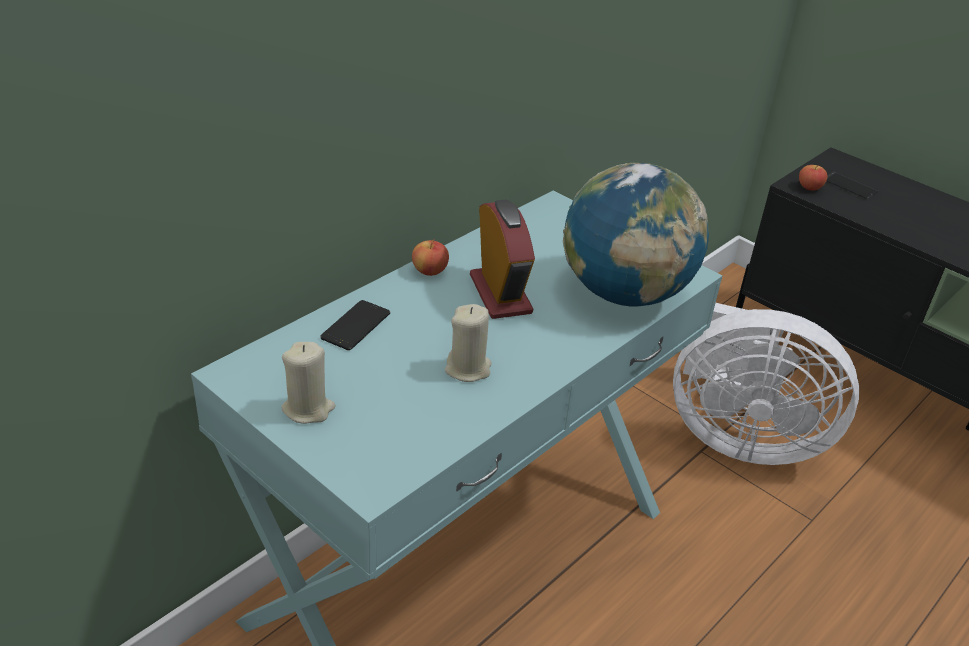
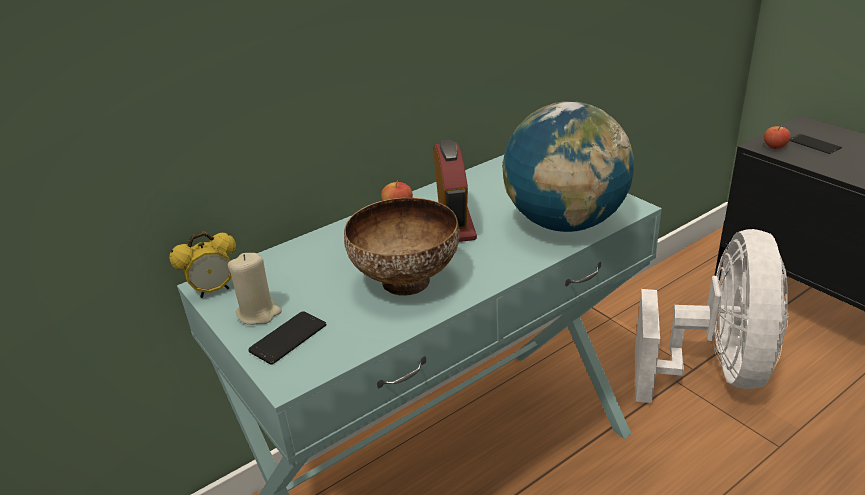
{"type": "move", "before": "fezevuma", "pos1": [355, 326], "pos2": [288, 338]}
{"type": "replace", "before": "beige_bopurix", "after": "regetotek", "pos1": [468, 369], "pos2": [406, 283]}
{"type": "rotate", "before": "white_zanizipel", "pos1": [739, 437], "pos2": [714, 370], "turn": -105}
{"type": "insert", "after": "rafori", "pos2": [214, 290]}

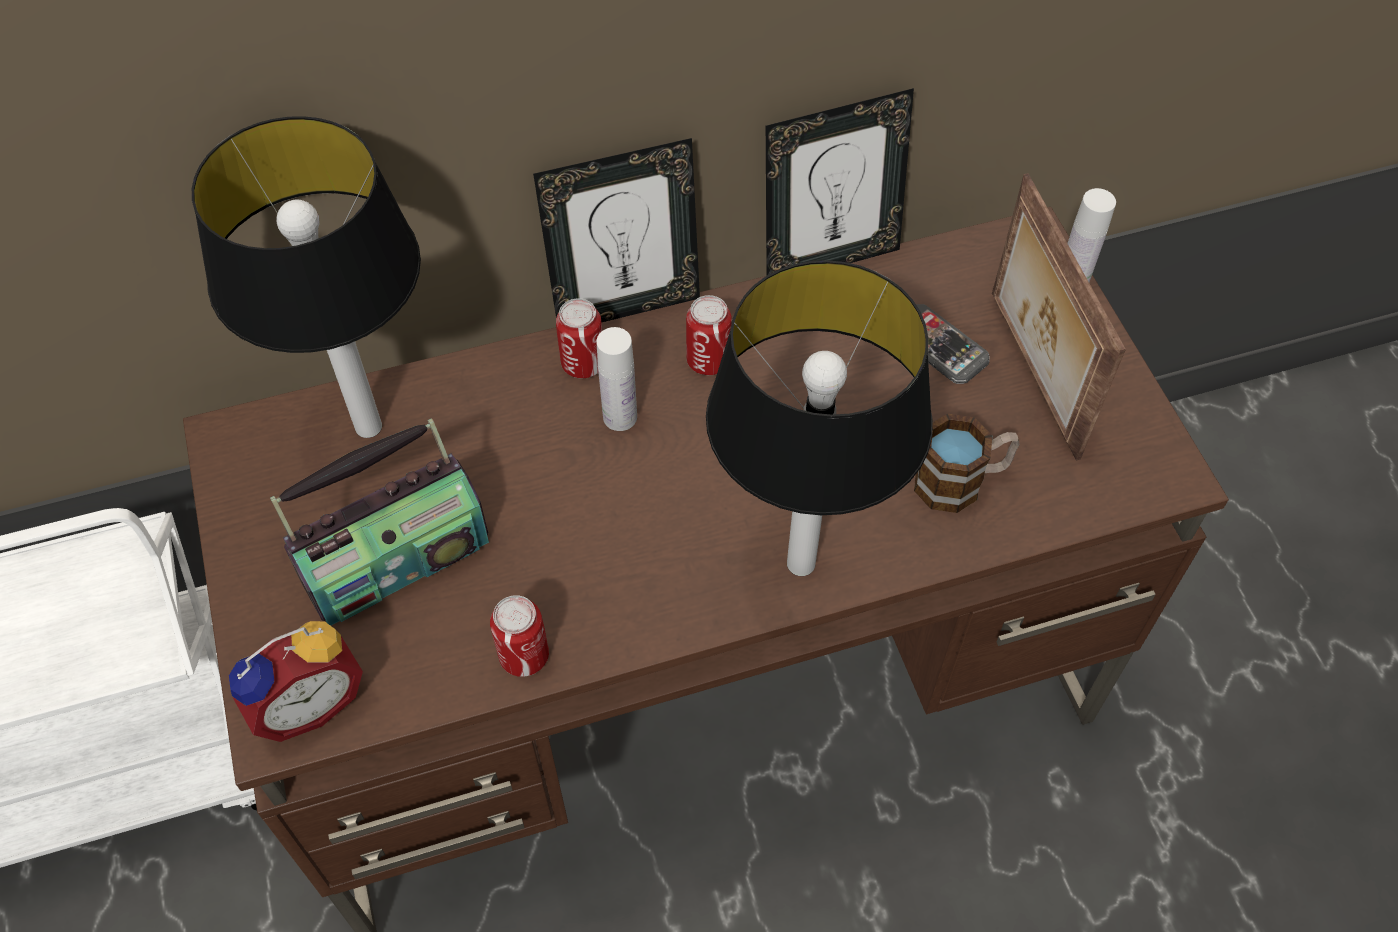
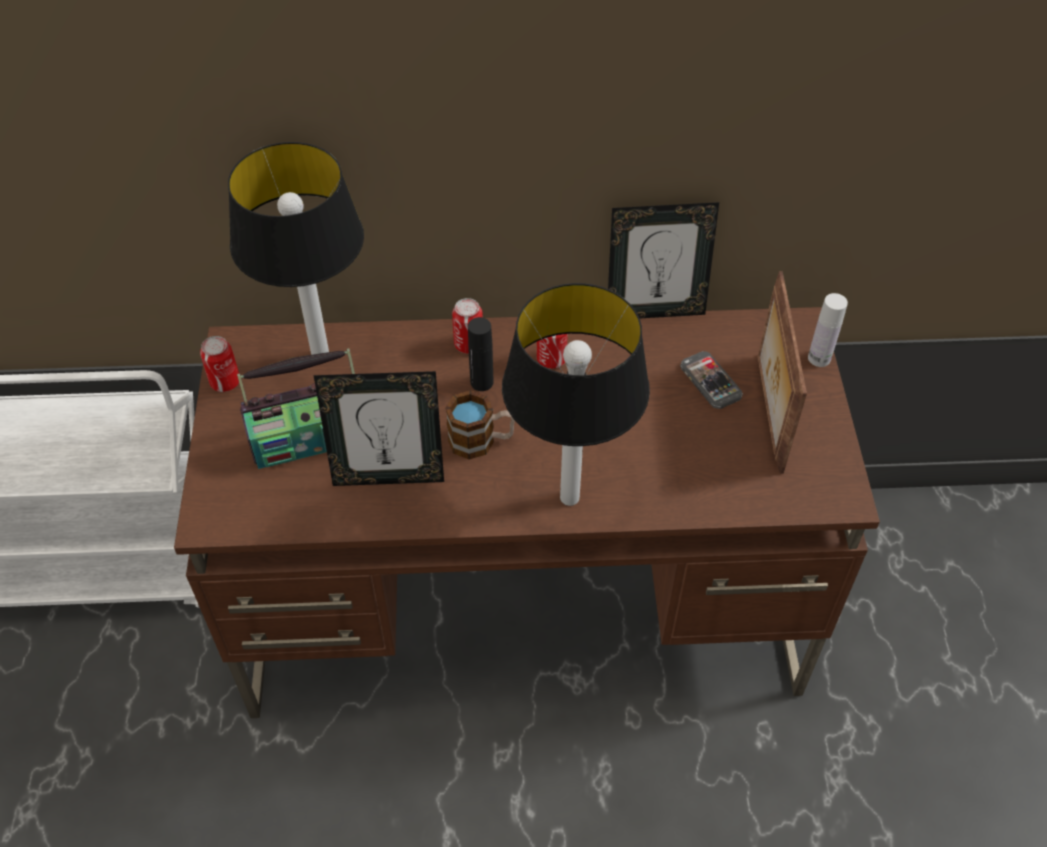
{"type": "delete", "before": "rafori", "pos1": [307, 701]}
{"type": "move", "before": "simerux", "pos1": [524, 656], "pos2": [225, 382]}
{"type": "move", "before": "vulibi", "pos1": [626, 306], "pos2": [388, 476]}
{"type": "recolor", "before": "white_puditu", "after": "black_puditu", "pos1": [620, 417], "pos2": [481, 382]}
{"type": "move", "before": "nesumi", "pos1": [961, 481], "pos2": [481, 441]}

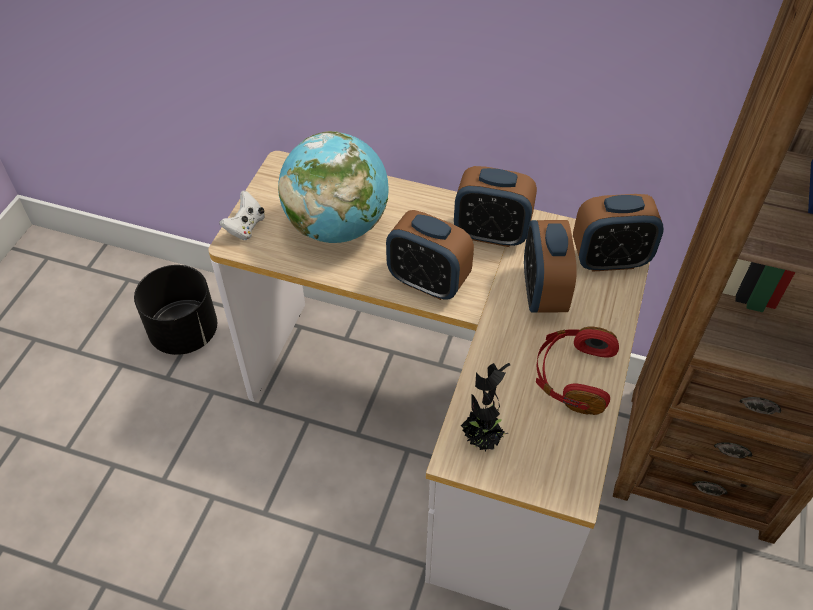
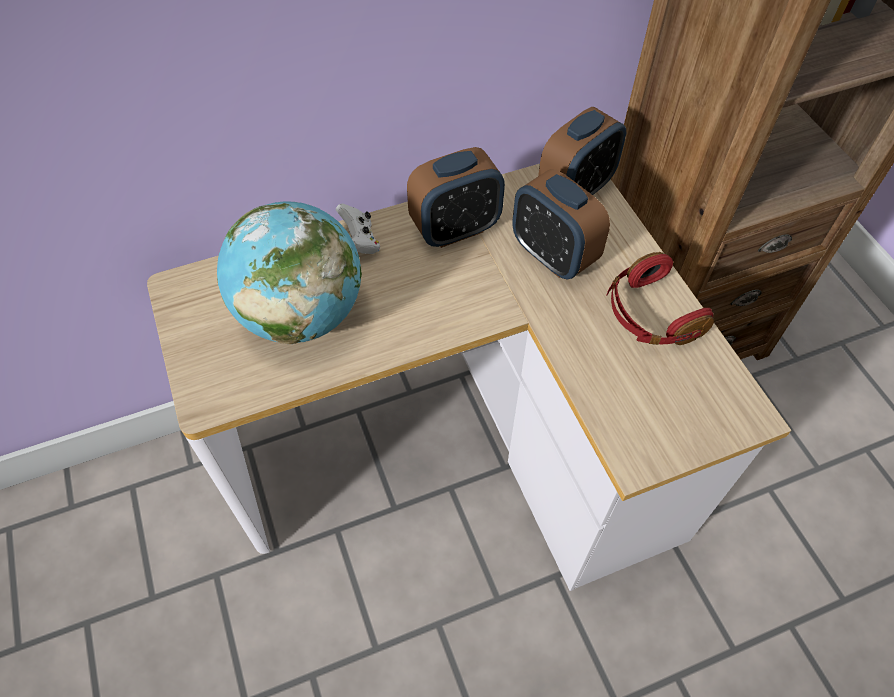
{"type": "delete", "before": "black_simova", "pos1": [185, 332]}
{"type": "move", "before": "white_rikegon", "pos1": [246, 227], "pos2": [360, 241]}
{"type": "delete", "before": "rafori", "pos1": [428, 282]}
{"type": "delete", "before": "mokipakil", "pos1": [483, 439]}

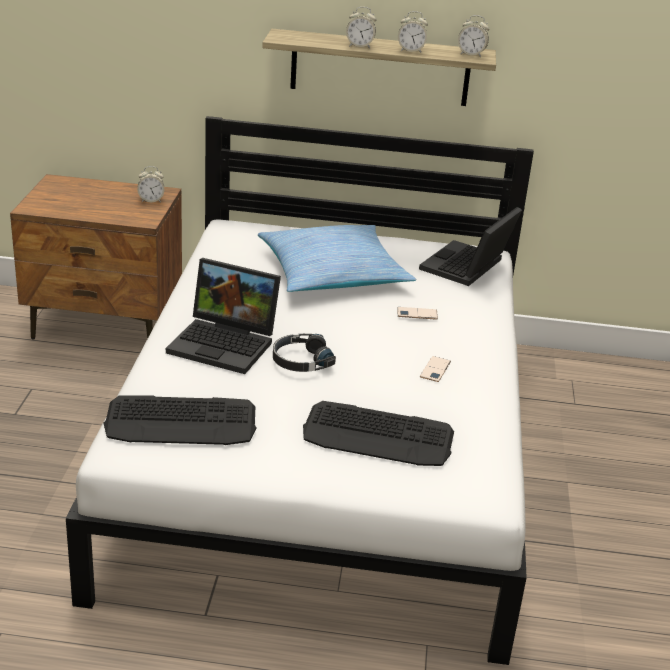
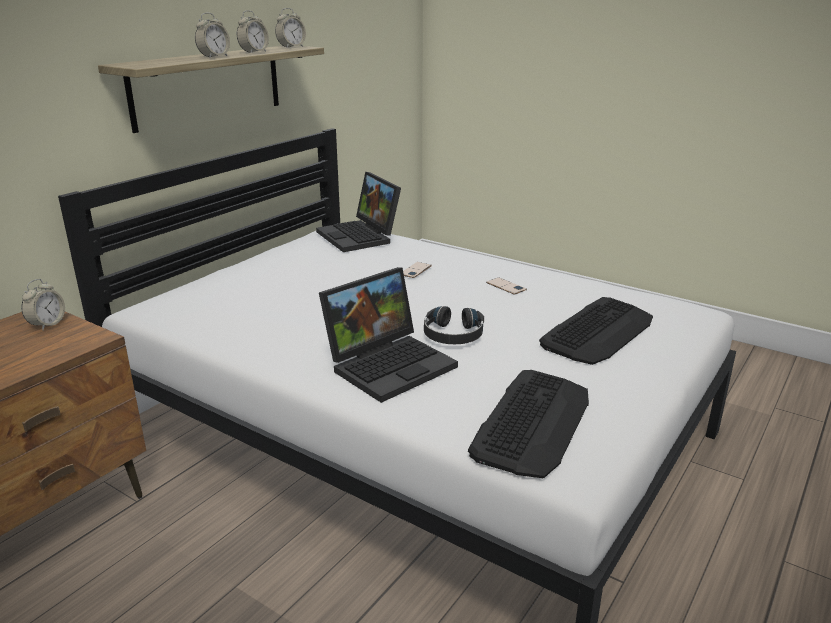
{"type": "delete", "before": "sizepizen", "pos1": [332, 273]}

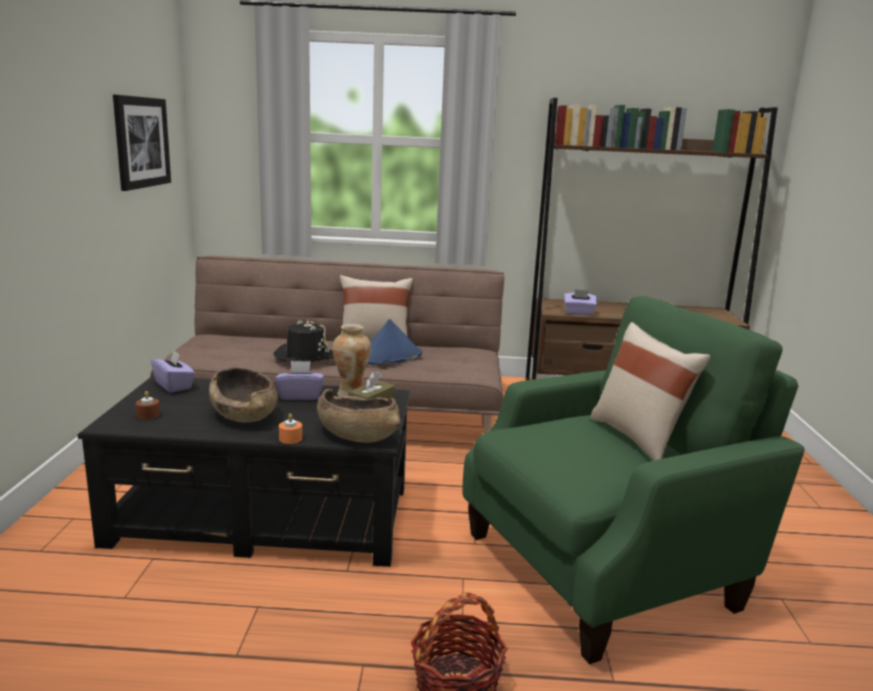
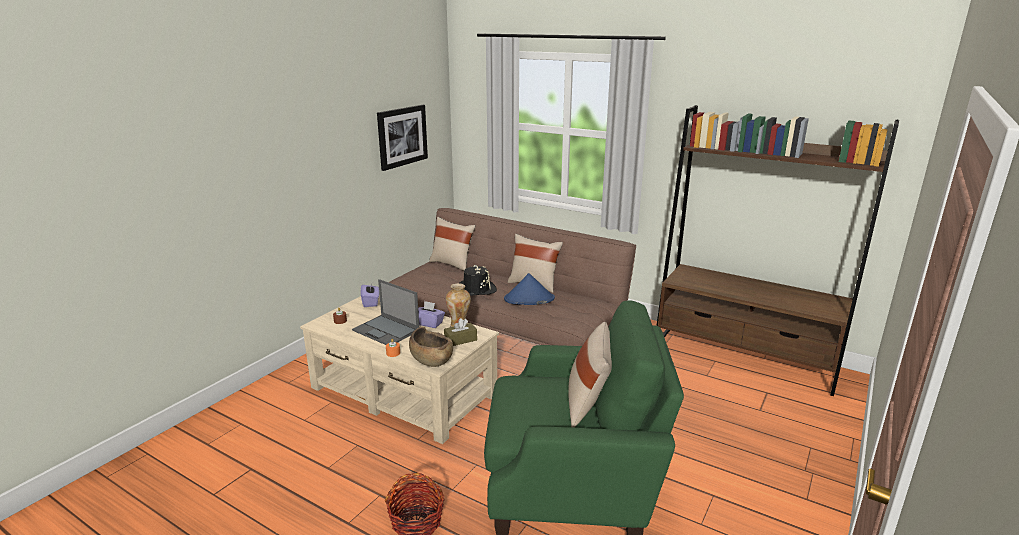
{"type": "recolor", "before": "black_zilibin", "after": "beige_zilibin", "pos1": [264, 516], "pos2": [403, 392]}
{"type": "replace", "before": "brown_regetotek", "after": "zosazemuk", "pos1": [244, 414], "pos2": [386, 330]}
{"type": "delete", "before": "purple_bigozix", "pos1": [579, 313]}
{"type": "insert", "after": "beige_sizepizen", "pos2": [452, 264]}

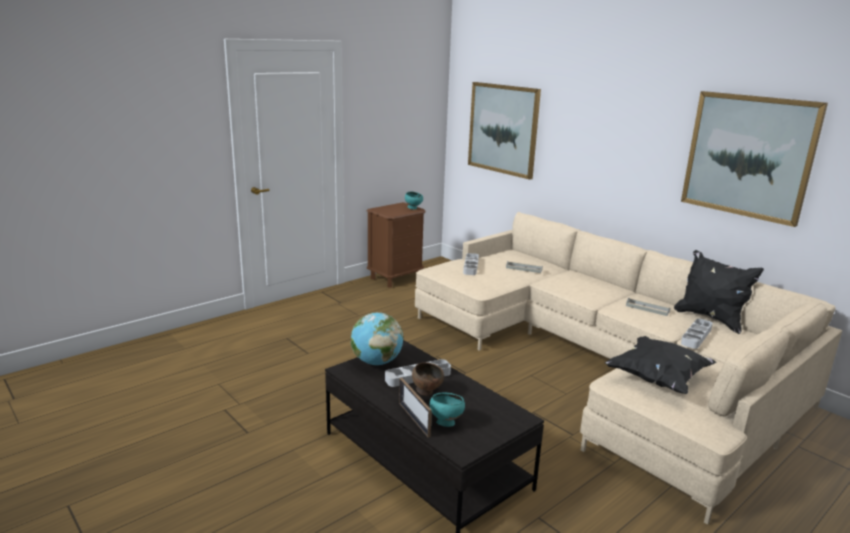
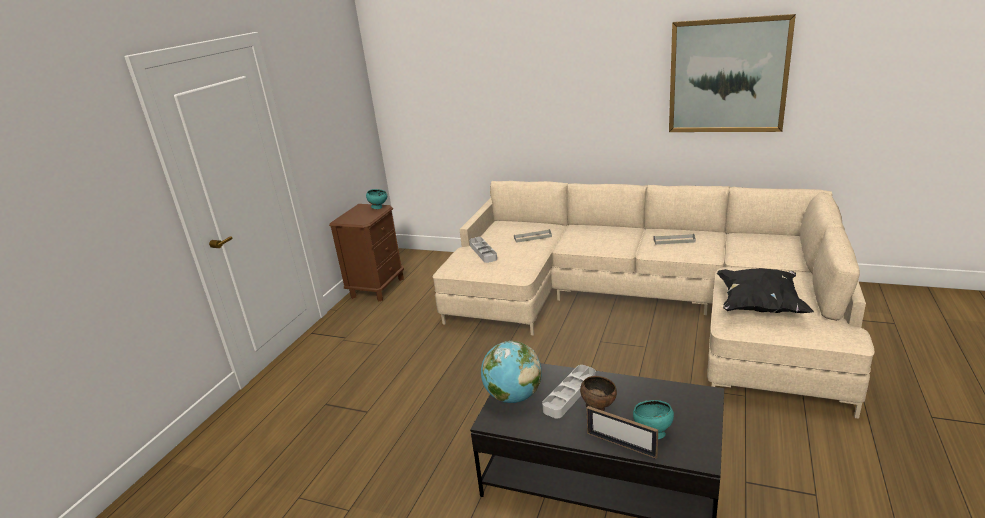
{"type": "delete", "before": "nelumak", "pos1": [503, 129]}
{"type": "delete", "before": "black_sizepizen", "pos1": [710, 319]}
{"type": "delete", "before": "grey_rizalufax", "pos1": [696, 336]}

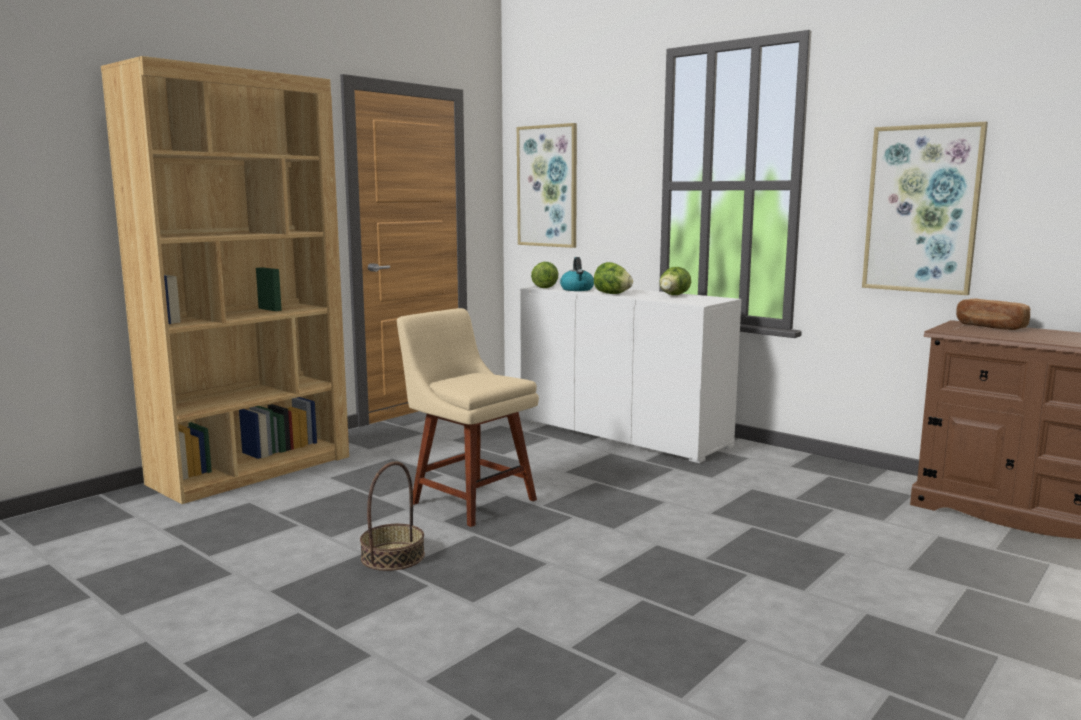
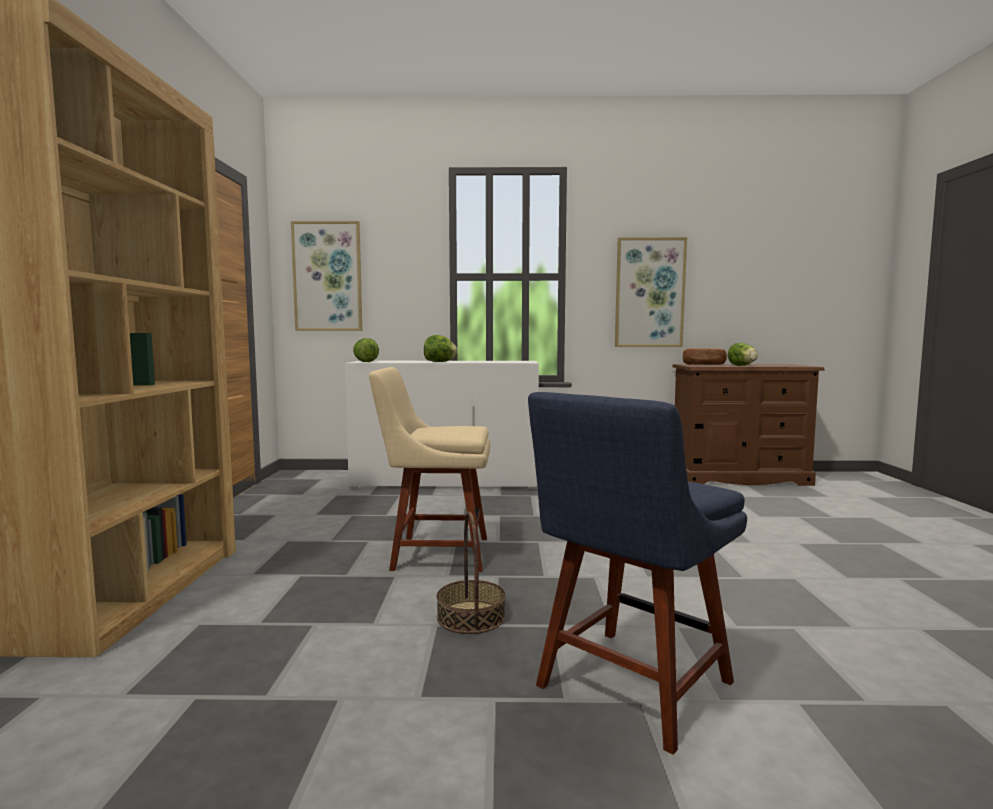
{"type": "delete", "before": "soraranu", "pos1": [577, 289]}
{"type": "move", "before": "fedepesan", "pos1": [673, 295], "pos2": [743, 366]}
{"type": "insert", "after": "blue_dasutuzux", "pos2": [629, 688]}

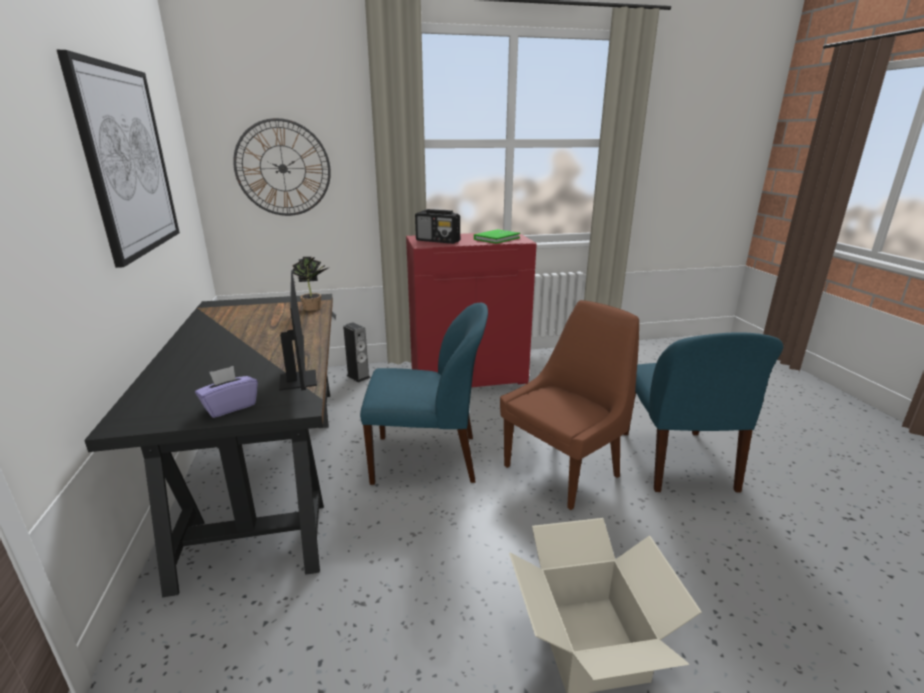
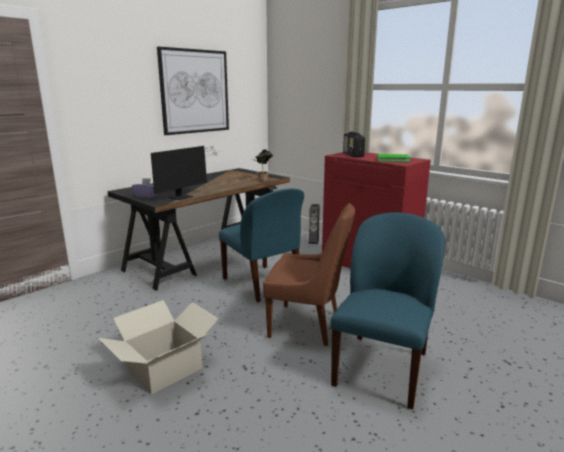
{"type": "delete", "before": "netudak", "pos1": [283, 168]}
{"type": "rotate", "before": "blue_dasutuzux", "pos1": [677, 462], "pos2": [382, 367], "turn": 150}

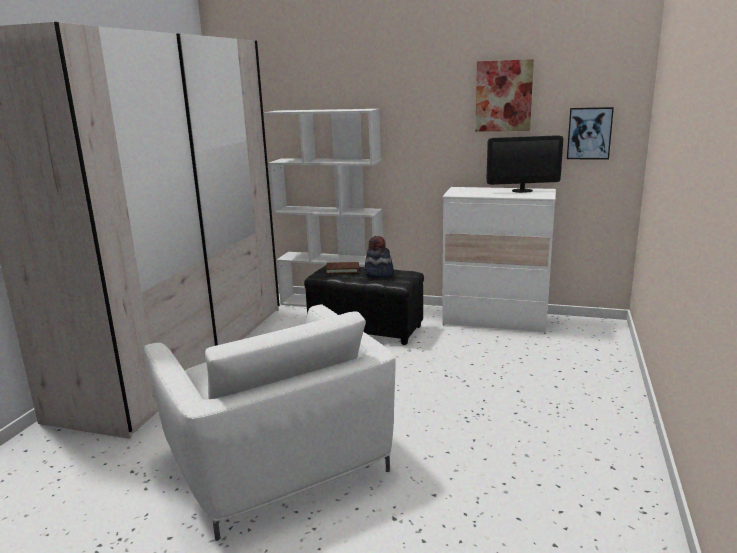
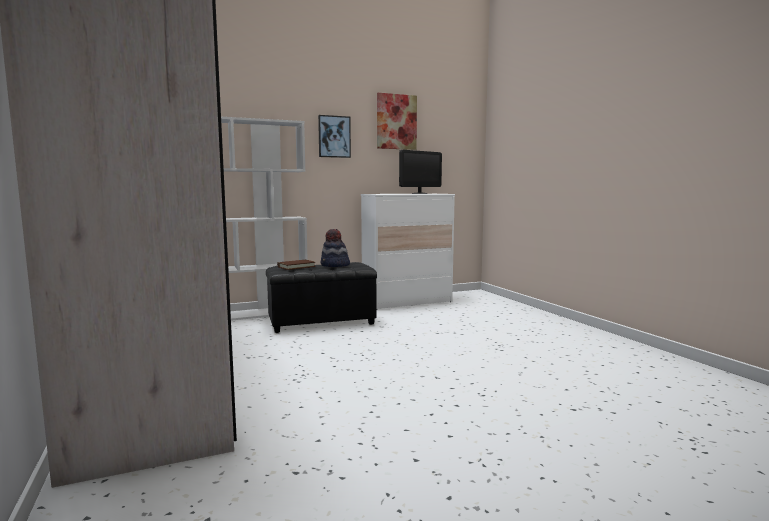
{"type": "delete", "before": "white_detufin", "pos1": [277, 461]}
{"type": "move", "before": "nelumak", "pos1": [589, 133], "pos2": [334, 136]}

